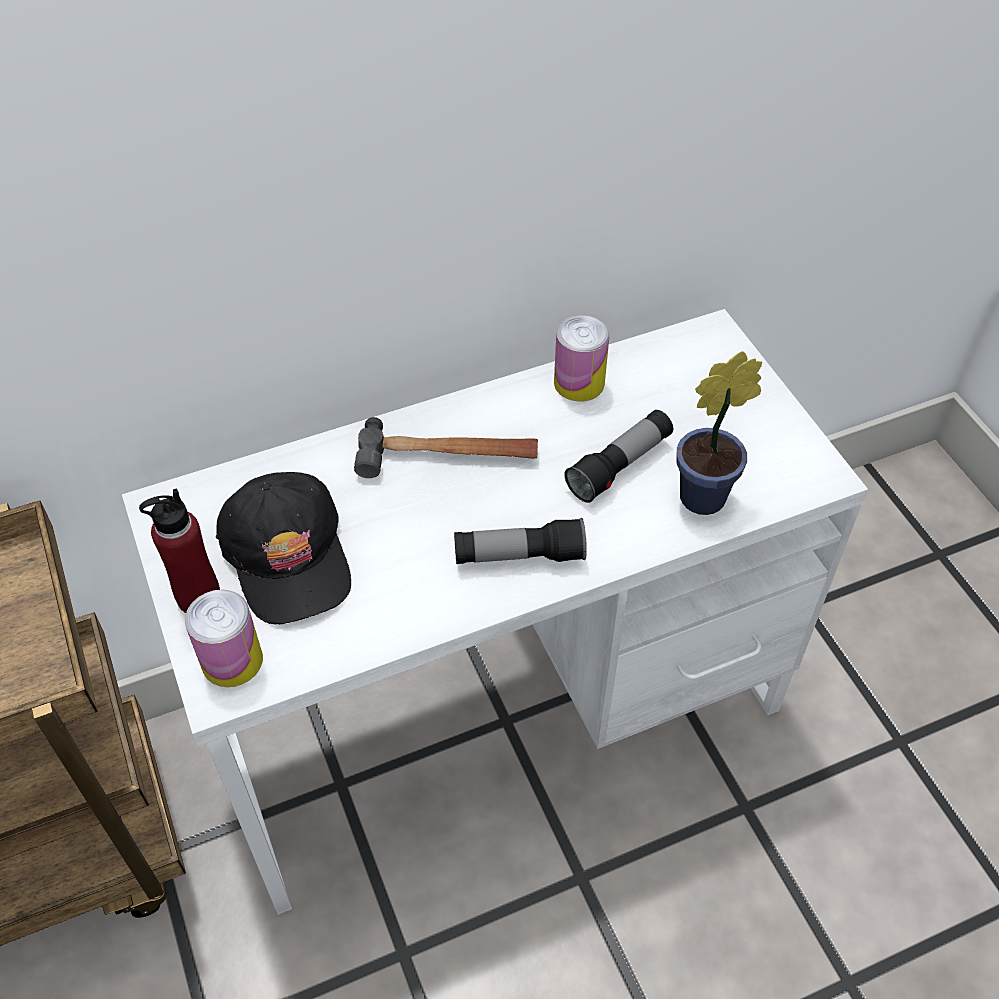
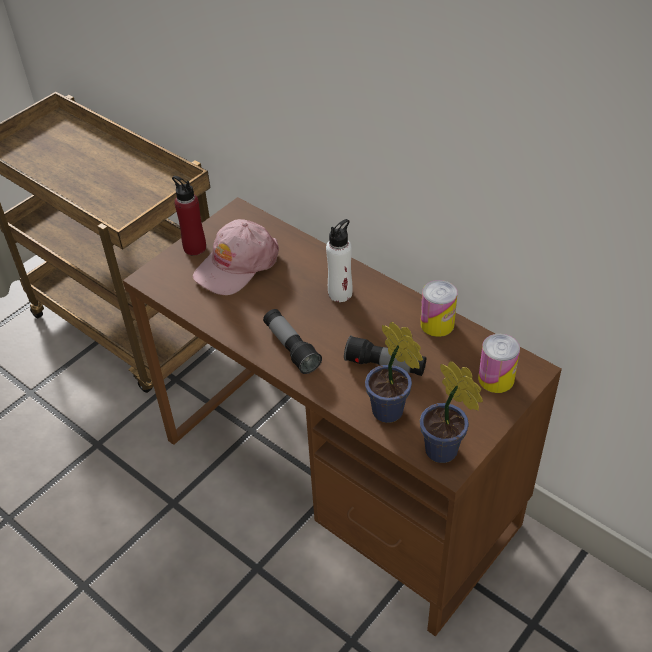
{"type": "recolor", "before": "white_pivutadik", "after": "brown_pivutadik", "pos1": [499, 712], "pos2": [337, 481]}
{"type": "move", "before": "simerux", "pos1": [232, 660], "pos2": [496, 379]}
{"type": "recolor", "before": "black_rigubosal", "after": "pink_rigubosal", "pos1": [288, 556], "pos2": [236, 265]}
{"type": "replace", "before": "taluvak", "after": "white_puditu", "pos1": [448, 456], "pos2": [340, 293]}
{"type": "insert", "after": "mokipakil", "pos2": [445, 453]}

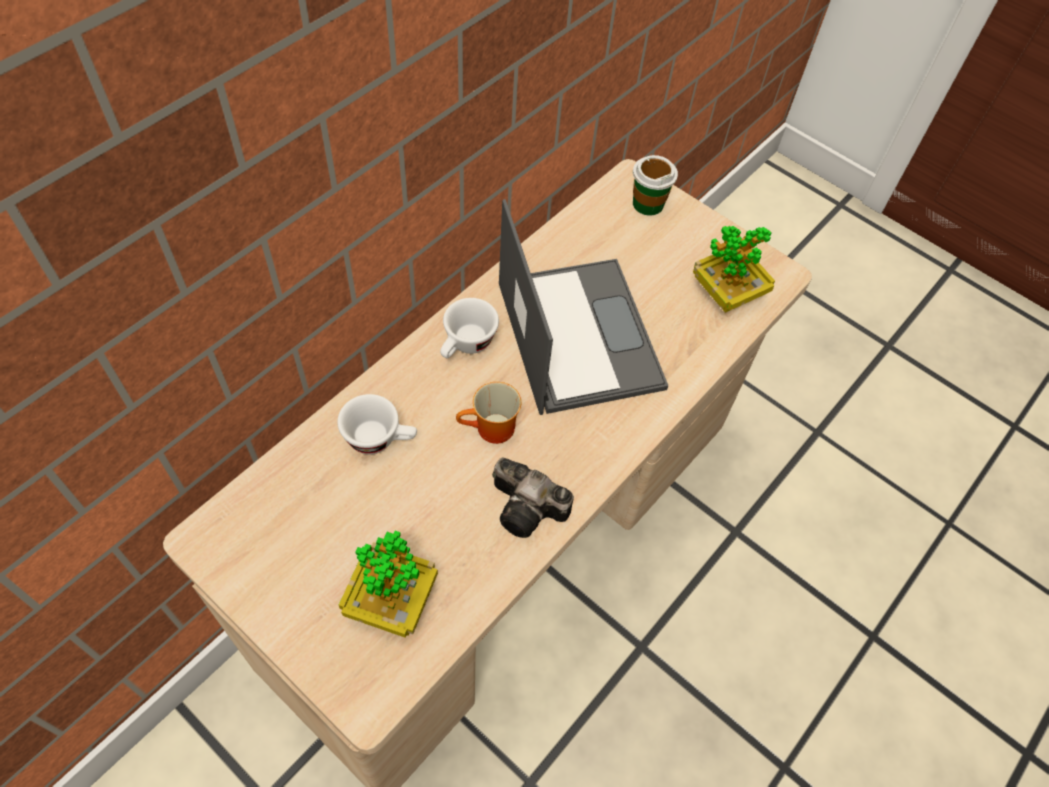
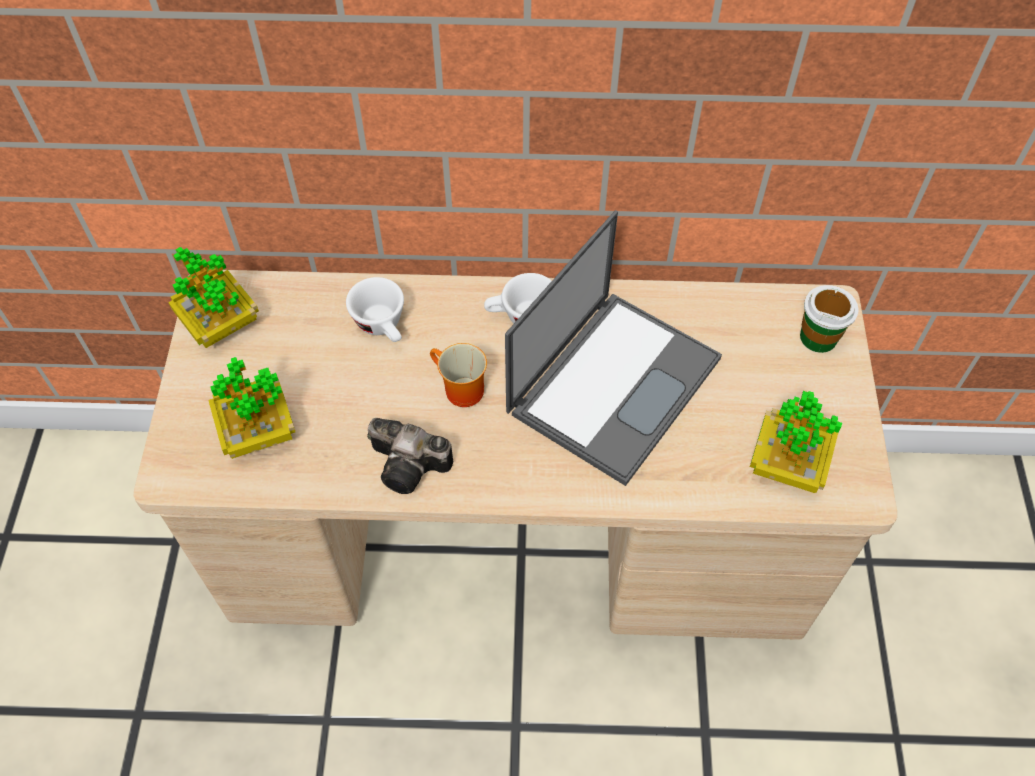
{"type": "rotate", "before": "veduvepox", "pos1": [530, 509], "pos2": [412, 466], "turn": -60}
{"type": "insert", "after": "mokipakil", "pos2": [220, 323]}

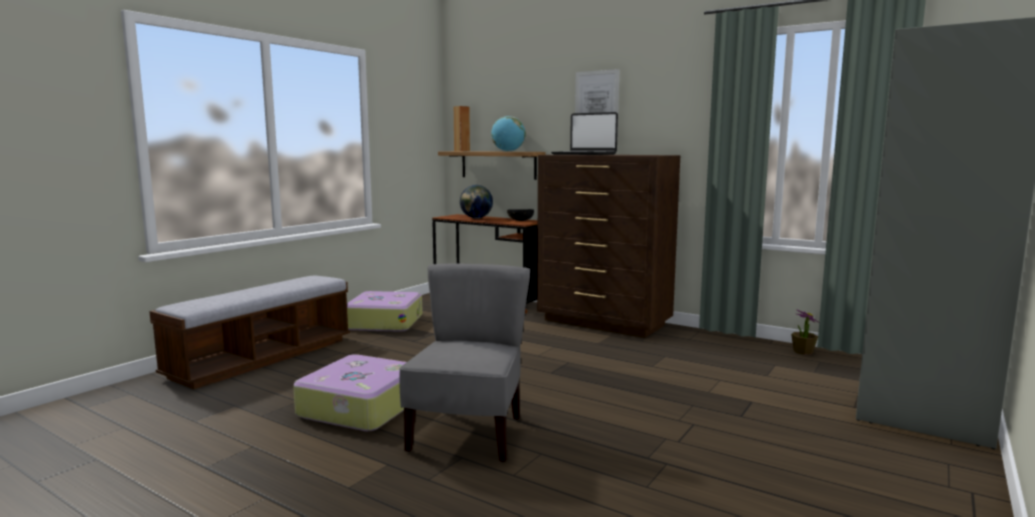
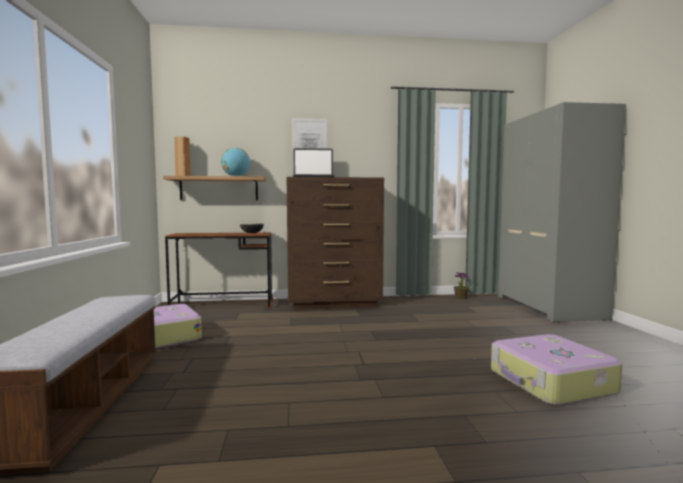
{"type": "move", "before": "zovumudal", "pos1": [359, 407], "pos2": [550, 382]}
{"type": "delete", "before": "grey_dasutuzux", "pos1": [468, 434]}
{"type": "delete", "before": "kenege", "pos1": [476, 218]}

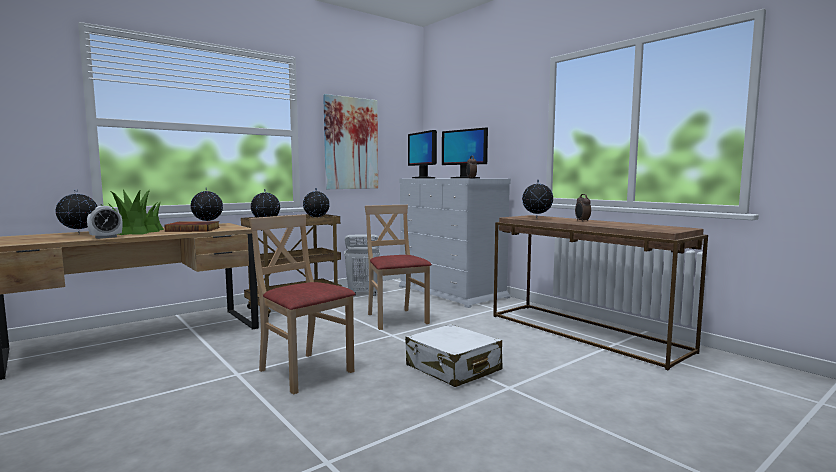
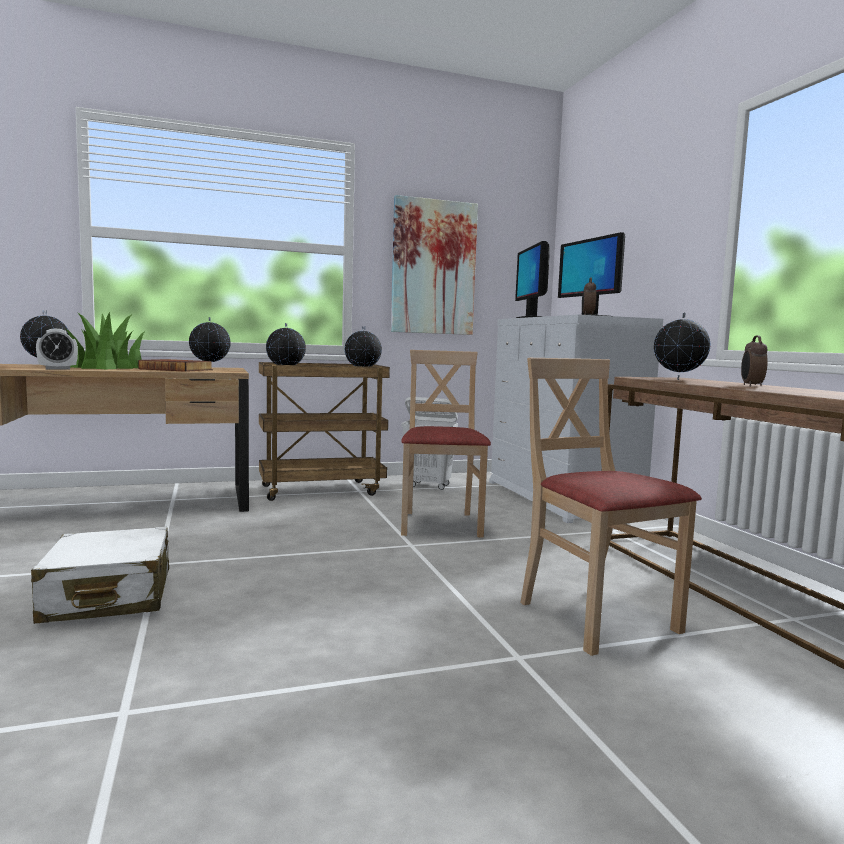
{"type": "move", "before": "beige_dasutuzux", "pos1": [304, 371], "pos2": [596, 617]}
{"type": "move", "before": "white_zovumudal", "pos1": [453, 368], "pos2": [108, 596]}

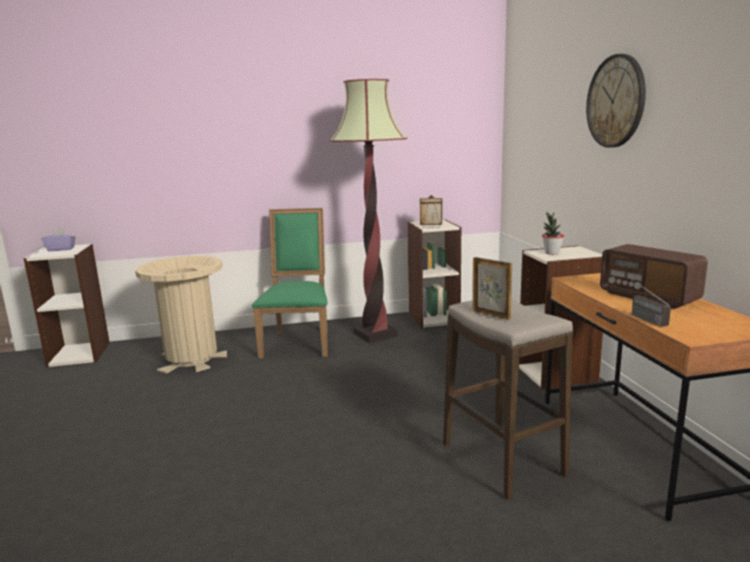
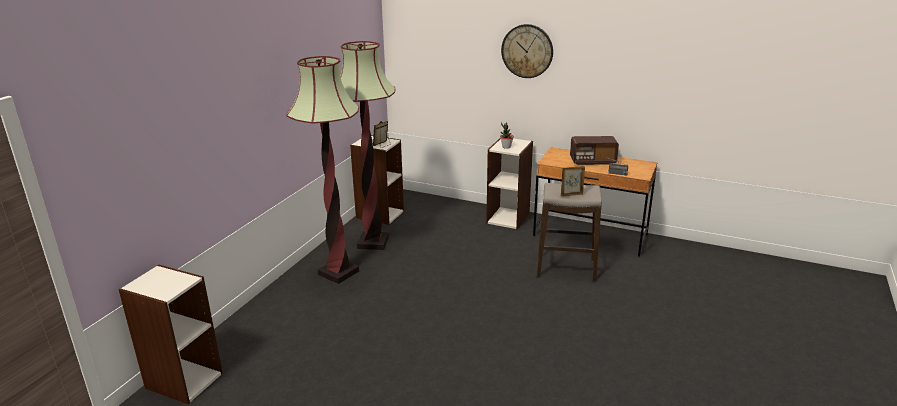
{"type": "delete", "before": "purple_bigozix", "pos1": [61, 249]}
{"type": "delete", "before": "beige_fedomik", "pos1": [192, 358]}
{"type": "replace", "before": "green_dasutuzux", "after": "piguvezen", "pos1": [299, 342], "pos2": [338, 273]}

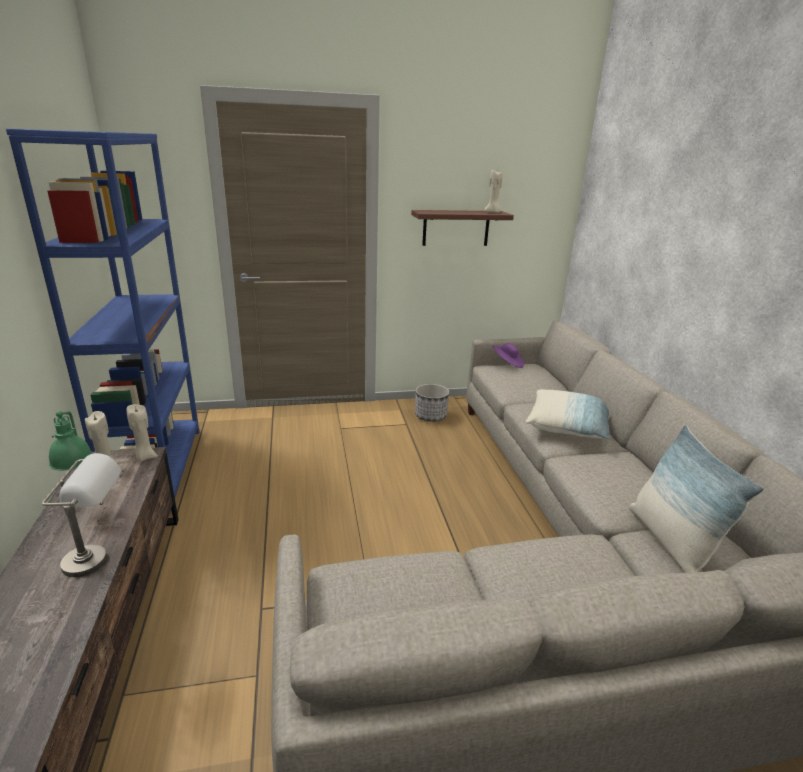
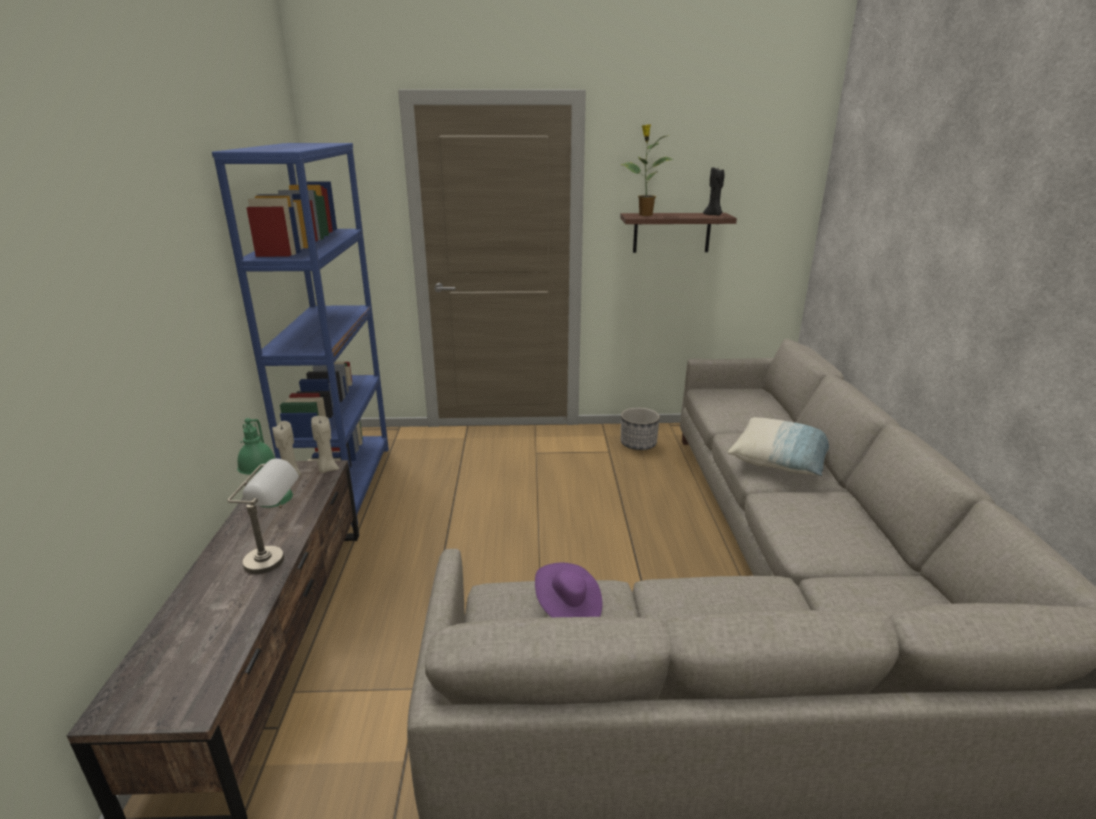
{"type": "recolor", "before": "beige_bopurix", "after": "black_bopurix", "pos1": [493, 212], "pos2": [713, 215]}
{"type": "move", "before": "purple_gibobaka", "pos1": [507, 363], "pos2": [568, 609]}
{"type": "delete", "before": "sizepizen", "pos1": [670, 541]}
{"type": "insert", "after": "mokipakil", "pos2": [644, 215]}

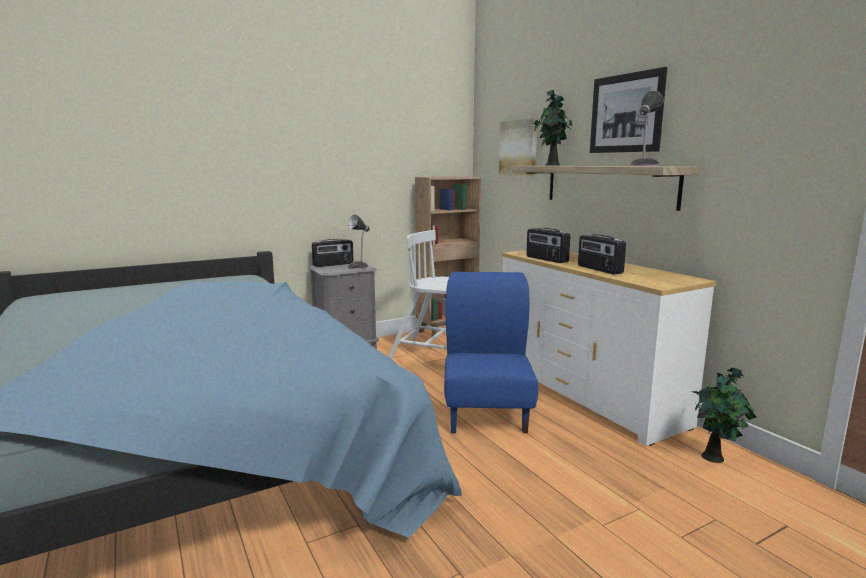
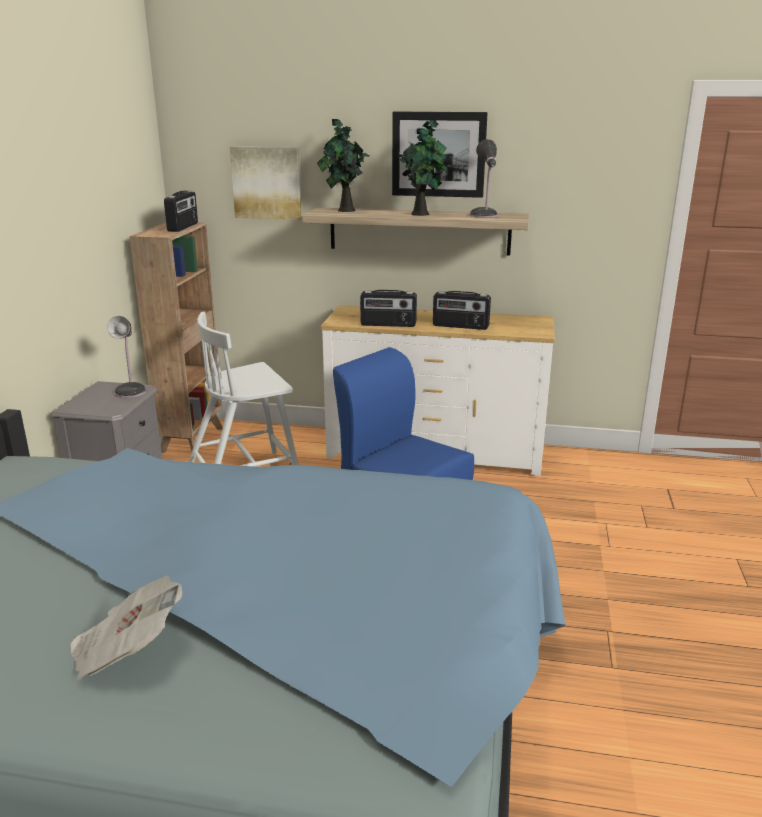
{"type": "move", "before": "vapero", "pos1": [333, 264], "pos2": [183, 227]}
{"type": "move", "before": "mokipakil", "pos1": [715, 457], "pos2": [421, 214]}
{"type": "insert", "after": "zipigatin", "pos2": [127, 651]}

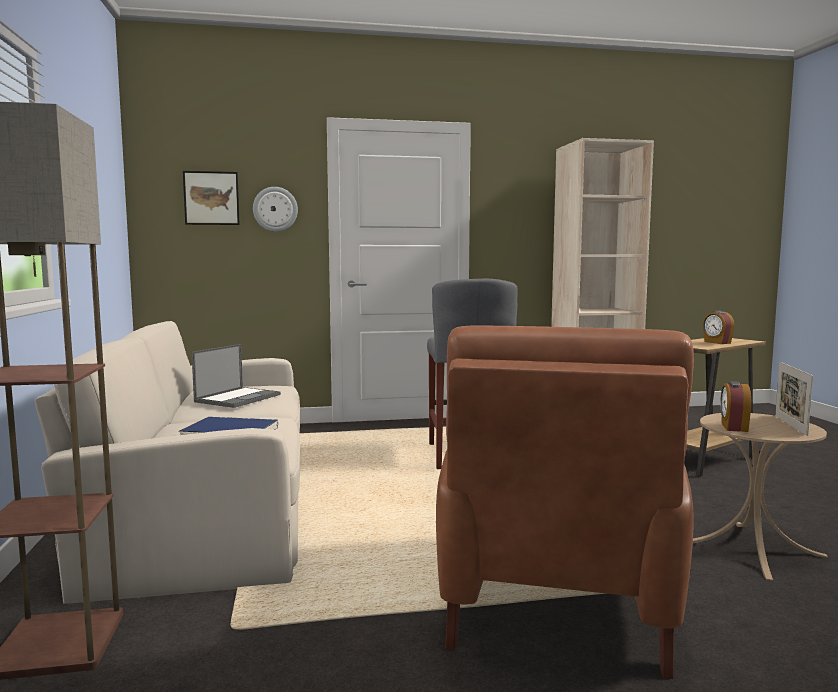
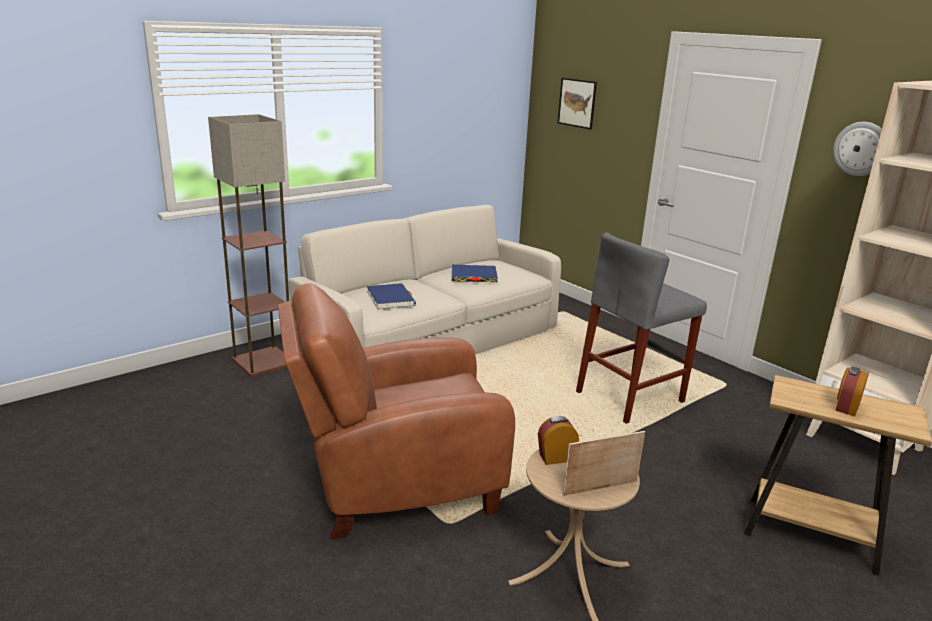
{"type": "replace", "before": "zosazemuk", "after": "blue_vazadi", "pos1": [238, 398], "pos2": [473, 276]}
{"type": "move", "before": "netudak", "pos1": [275, 209], "pos2": [861, 148]}

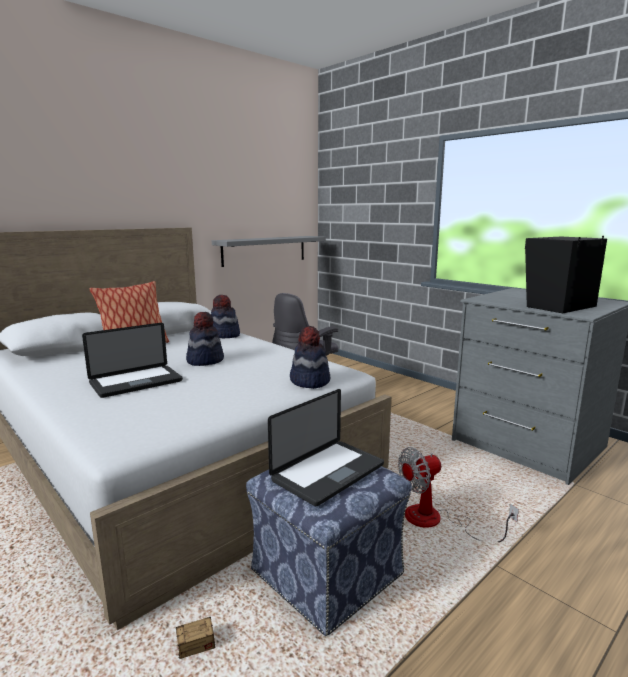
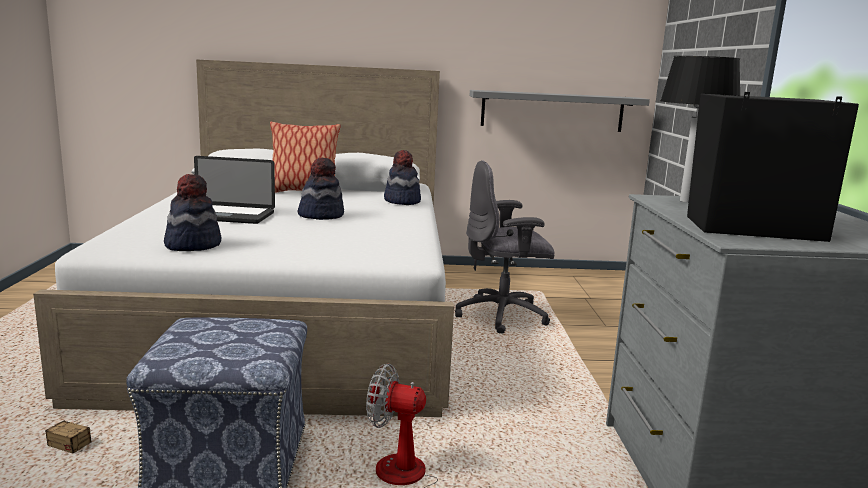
{"type": "delete", "before": "zosazemuk", "pos1": [328, 473]}
{"type": "move", "before": "gibobaka", "pos1": [309, 381], "pos2": [192, 245]}
{"type": "insert", "after": "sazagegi", "pos2": [685, 201]}

